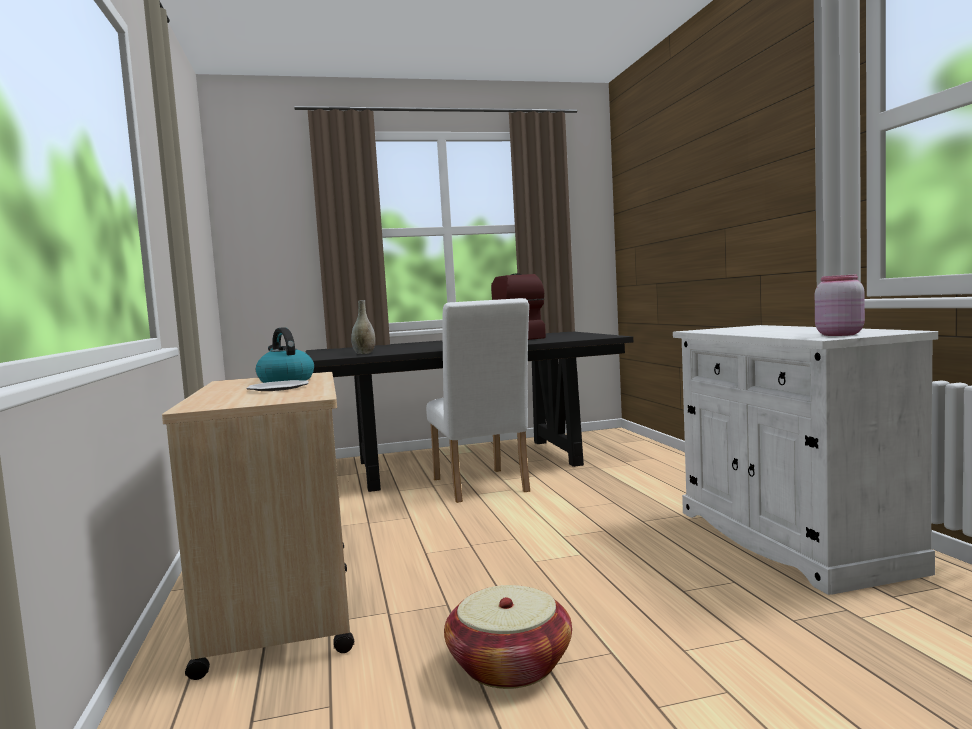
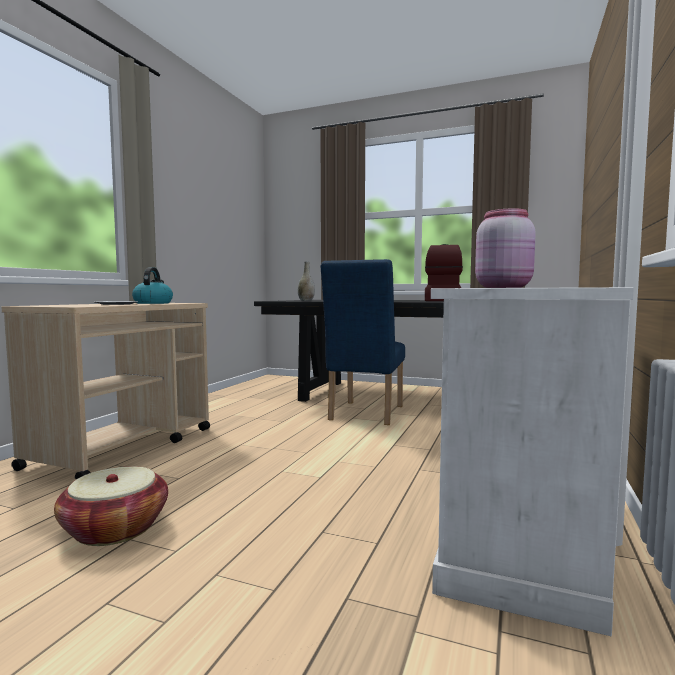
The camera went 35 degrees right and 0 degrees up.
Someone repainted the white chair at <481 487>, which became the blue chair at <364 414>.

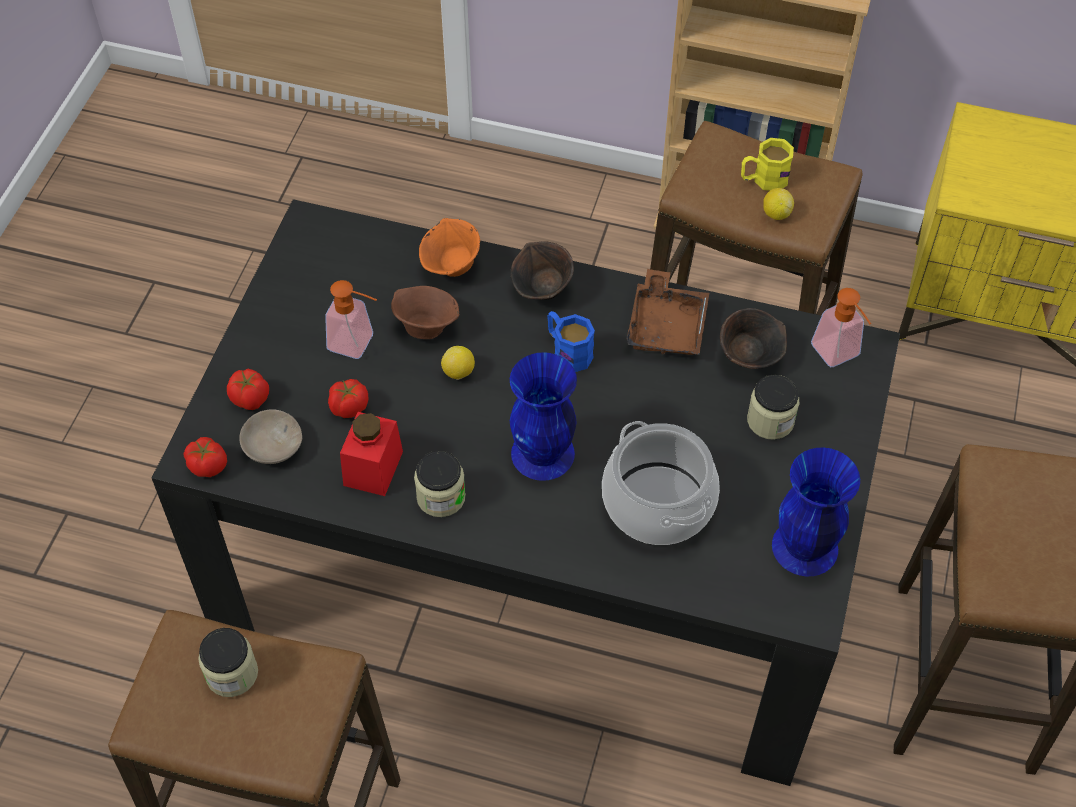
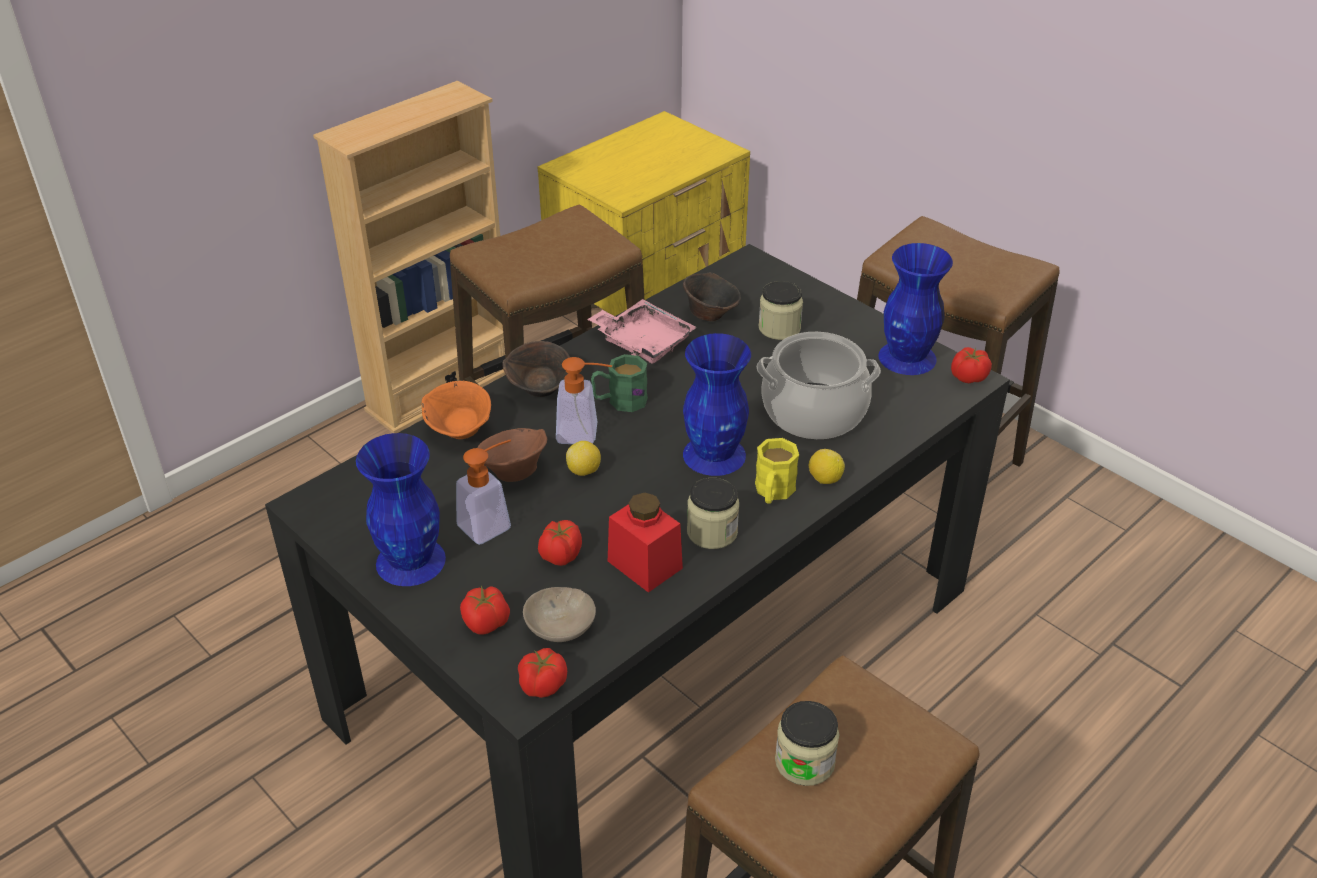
The camera went 60 degrees left and 15 degrees down.
Someone repainted the blue mug at <567 351>, which became the green mug at <619 401>.
Someone repainted the brown tray at <666 326>, which became the pink tray at <643 341>.
Someone carried the yellow mug from <763 180> to <773 492>.
Someone carried the lemon from <776 214> to <824 479>.
Someone carried the soap dispenser from <839 356> to <585 433>.
Someone put down the blue vase at <412 561>.
Someone put down the tomato at <968 378>.

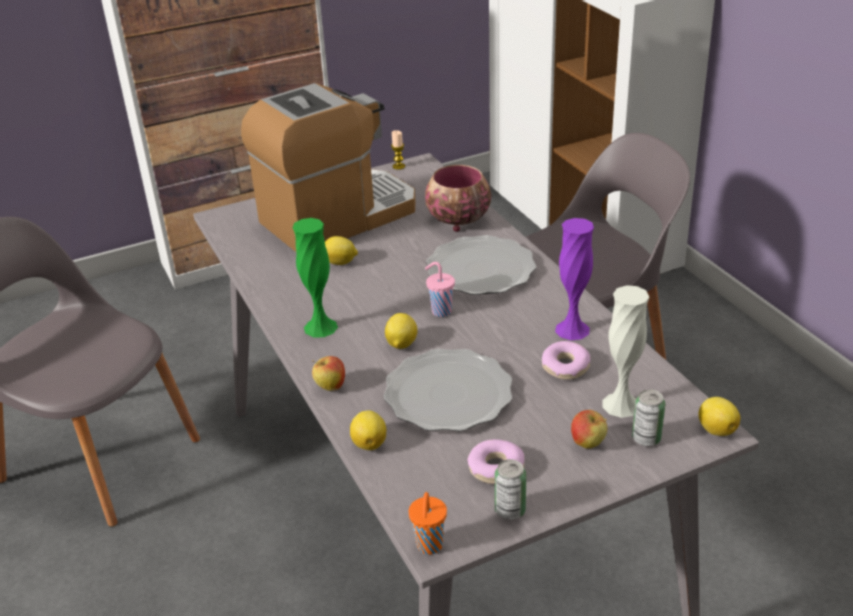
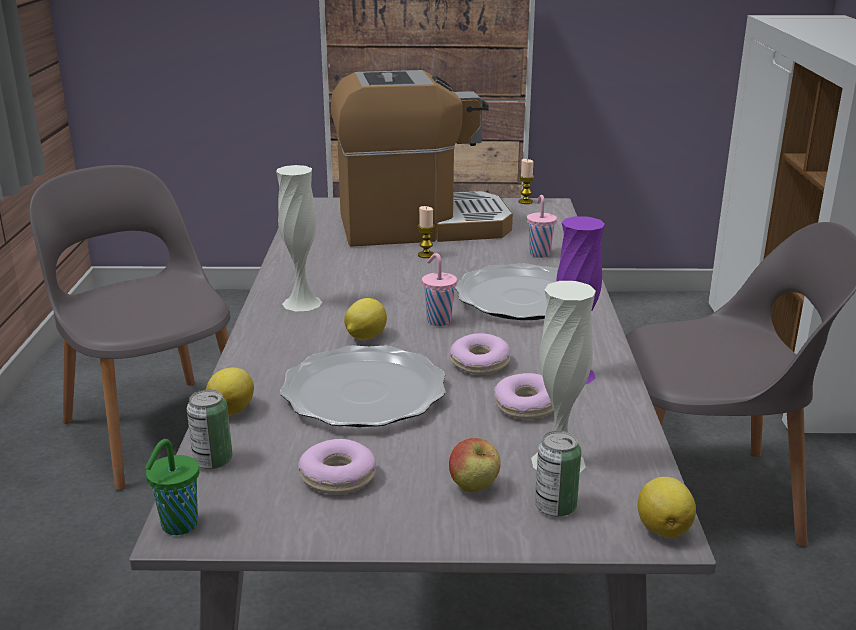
The camera went 25 degrees right and 10 degrees down.
Someone repainted the green vase at <320 327>, which became the white vase at <302 303>.
Someone took away the apple at <330 387>.
Someone took away the lemon at <340 262>.
Someone repainted the orange cup at <429 546>, which became the green cup at <178 526>.
Someone swapped the bowl at <456 221> for the pink cup at <539 253>.
Someone carried the can from <510 510> to <213 461>.
Someone put down the candle at <426 255>.
Someone put down the donut at <479 363>.

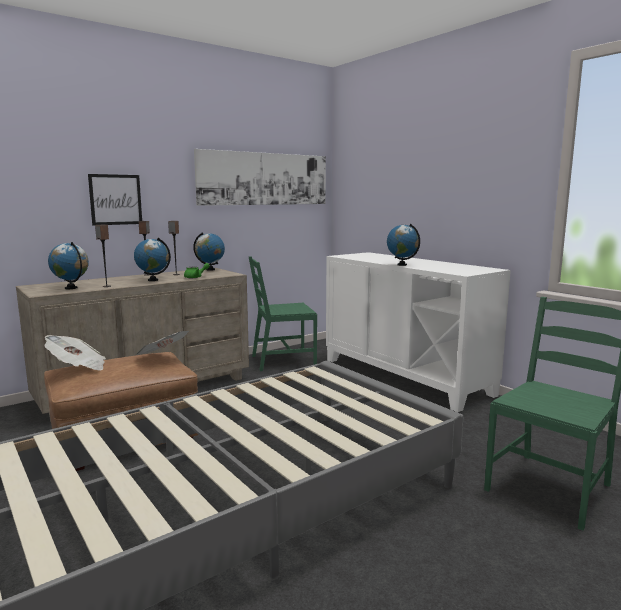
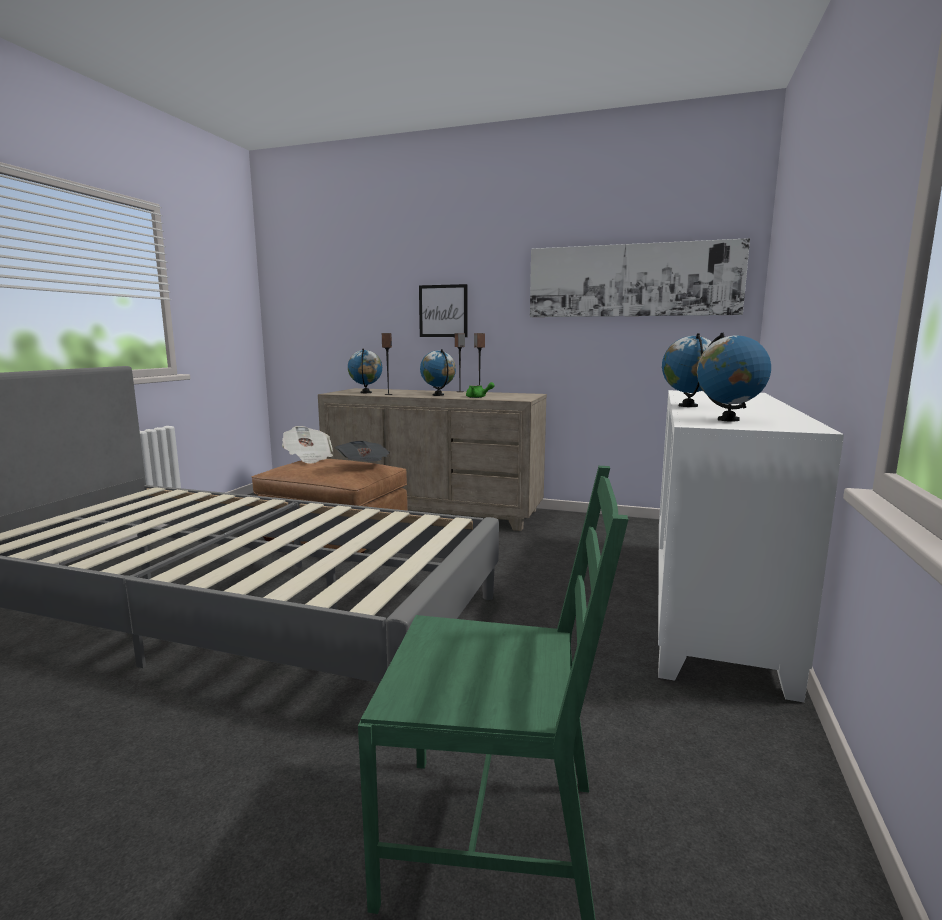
The camera went 55 degrees right and 0 degrees up.
Someone carried the globe from <210 269> to <728 420>.
Someone took away the green chair at <282 361>.

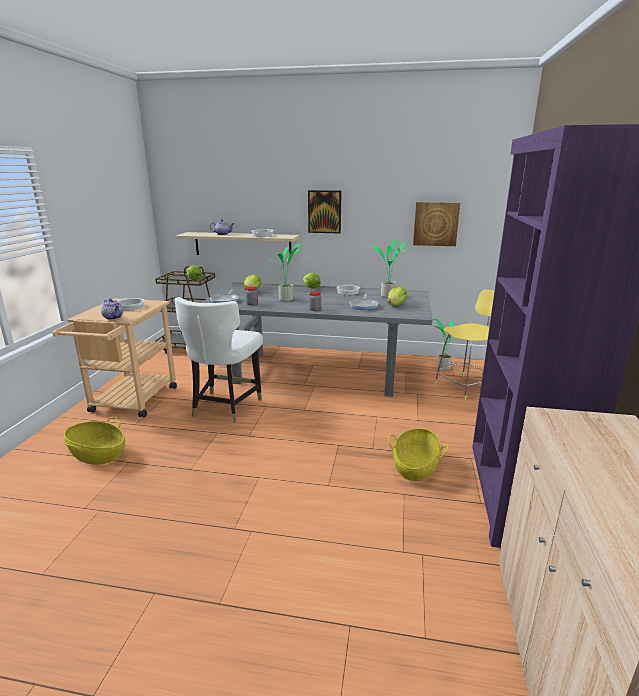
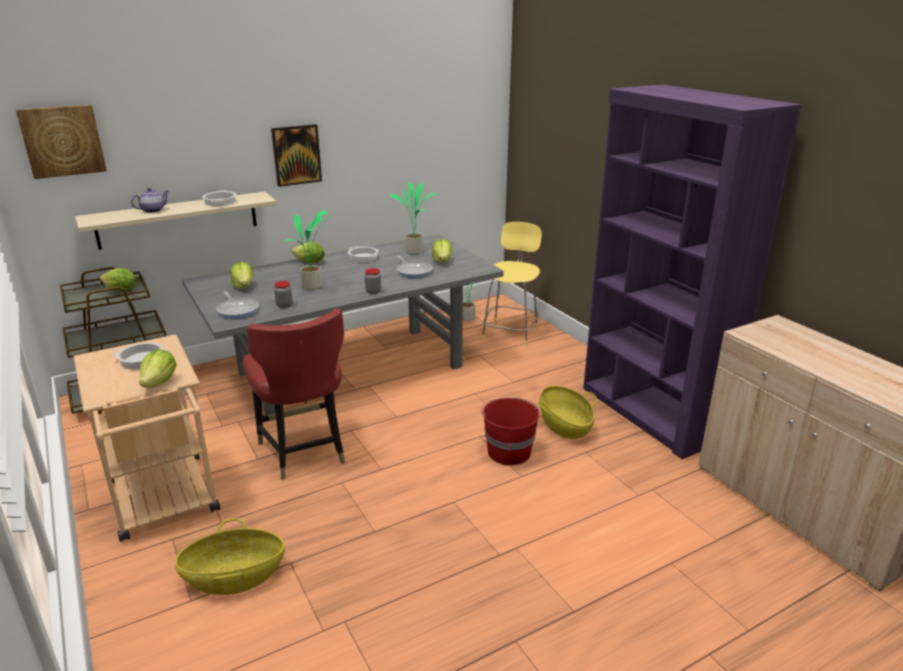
The camera went 40 degrees left and 5 degrees up.
Someone swapped the teapot at <113 317> for the lettuce at <160 382>.
Someone repainted the white chair at <225 407>, which became the red chair at <304 451>.
Someone carried the picture from <436 224> to <62 141>.
Someone put down the red bucket at <508 451>.

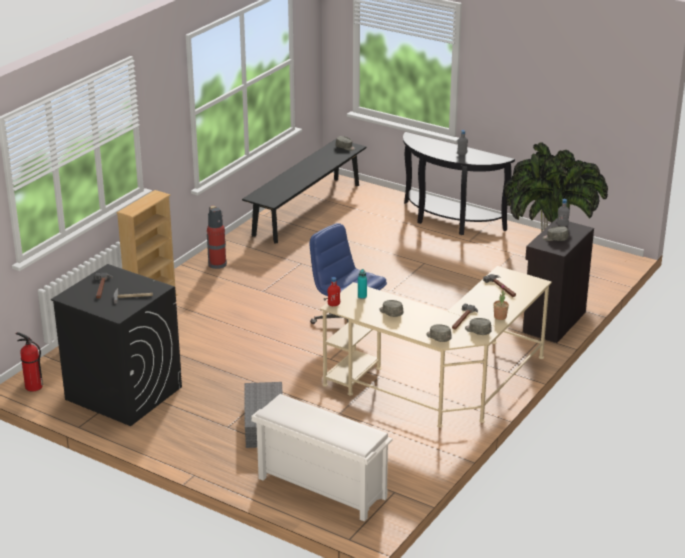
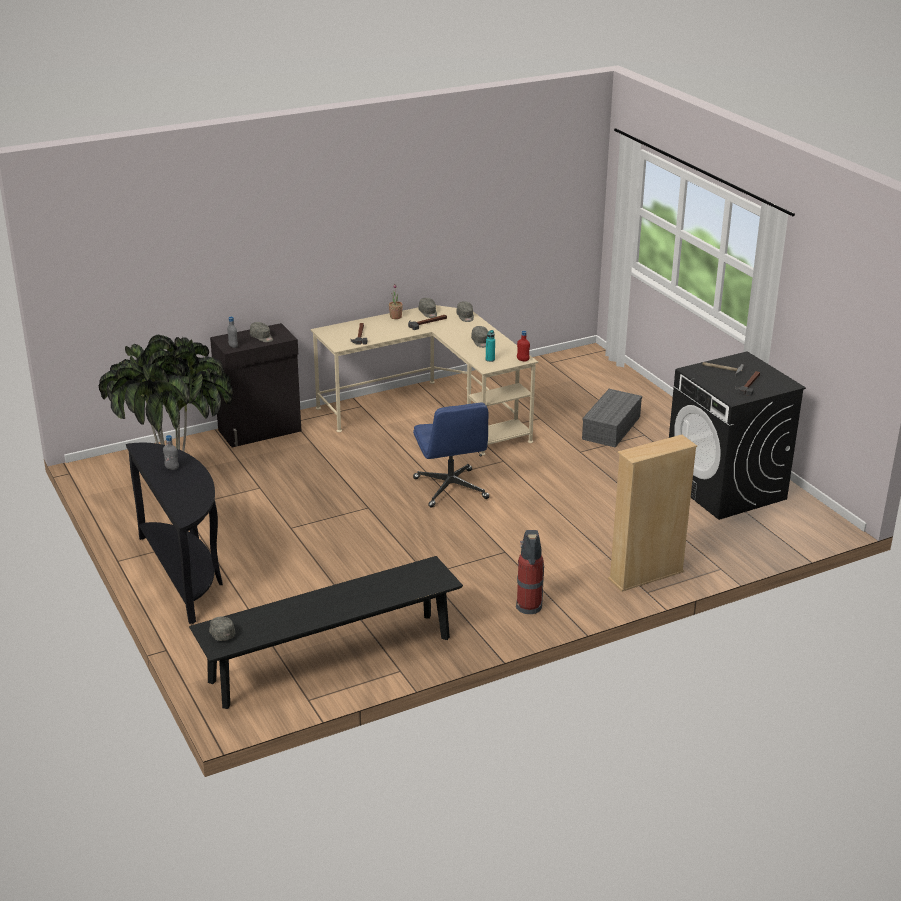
The camera went 150 degrees left and 0 degrees up.
Someone took away the fire extinguisher at <33 386>.
Someone took away the white shoe rack at <320 488>.

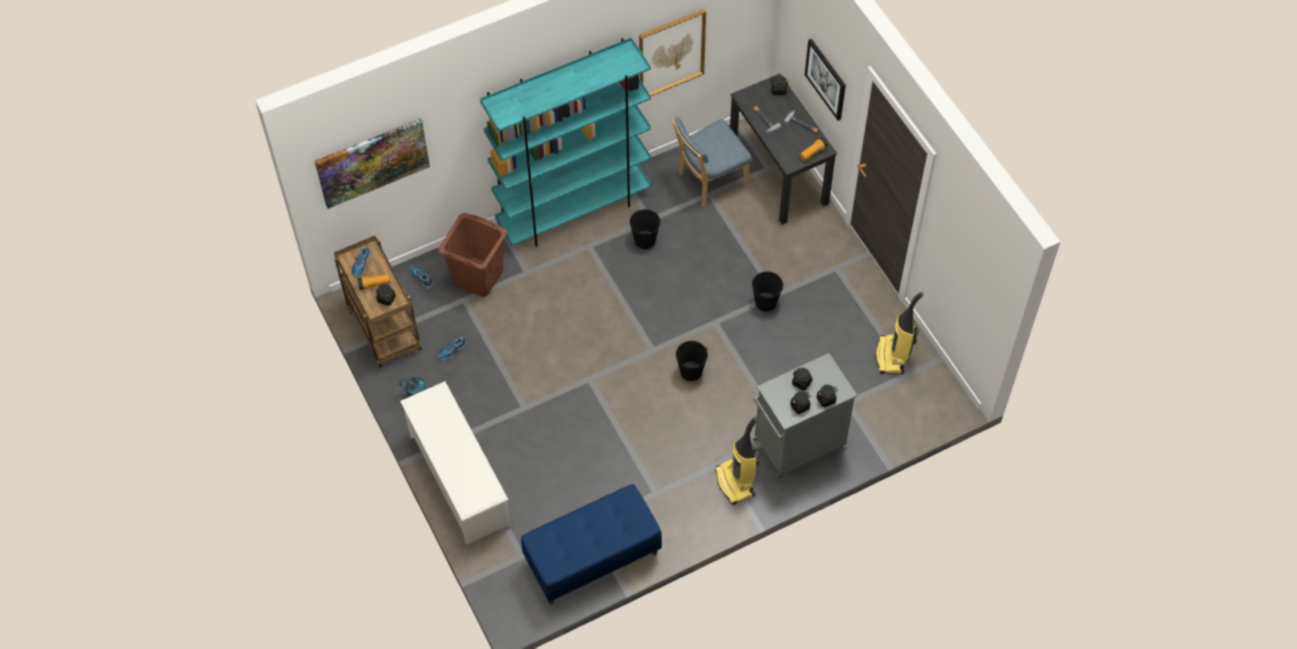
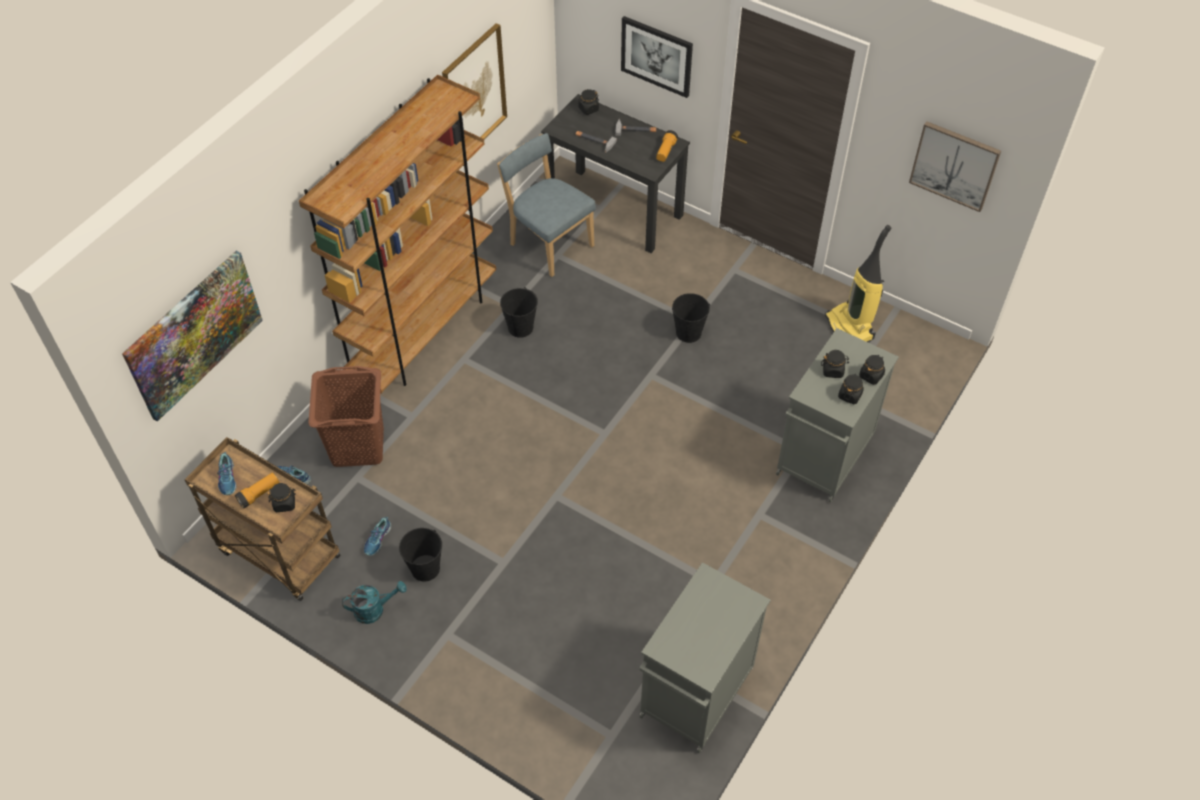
The camera went 30 degrees left and 5 degrees down.
Someone took away the white shoe rack at <459 479>.
Someone repainted the turquoise bookcase at <574 211>, which became the brown bookcase at <424 331>.
Someone swapped the blue bench at <592 558> for the grey cabinet at <695 694>.
Someone rotated the blue chair at <709 181> by 105 degrees clockwise.
Someone carried the black bucket from <691 371> to <425 568>.
Someone took away the vacuum cleaner at <736 483>.
Someone put up the picture at <954 165>.

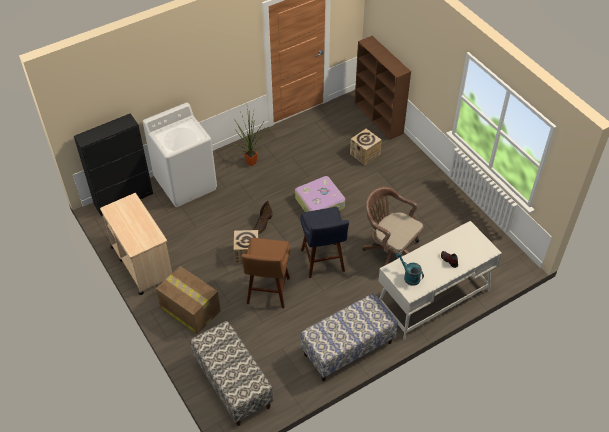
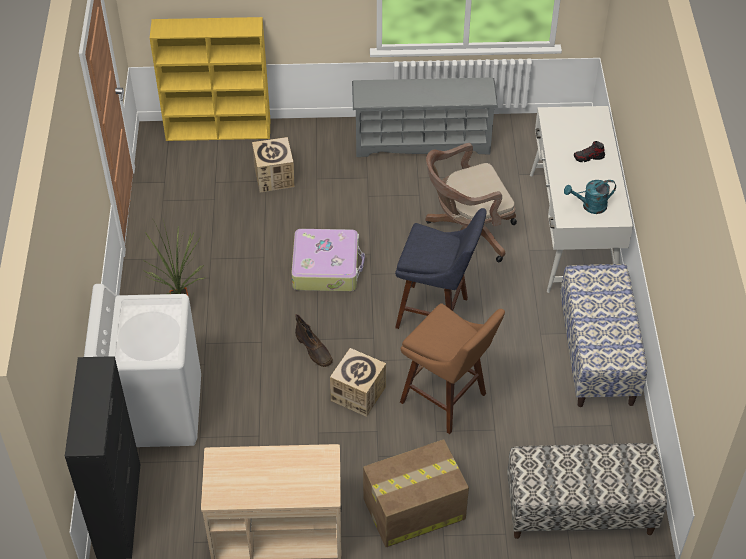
The camera went 60 degrees left and 0 degrees up.
Someone repainted the brown bookcase at <379 118>, which became the yellow bookcase at <219 130>.
Someone put down the grey shoe rack at <422 141>.

